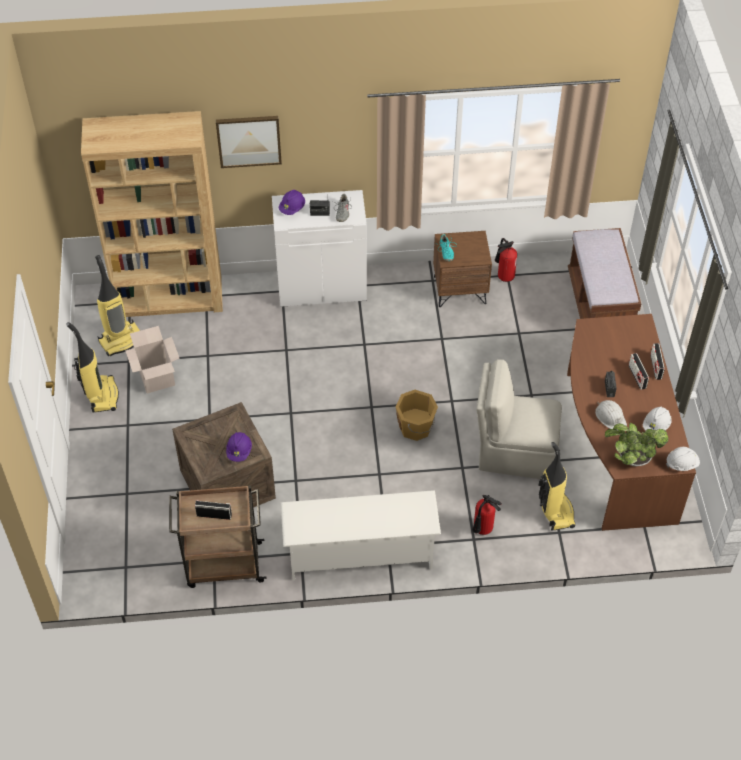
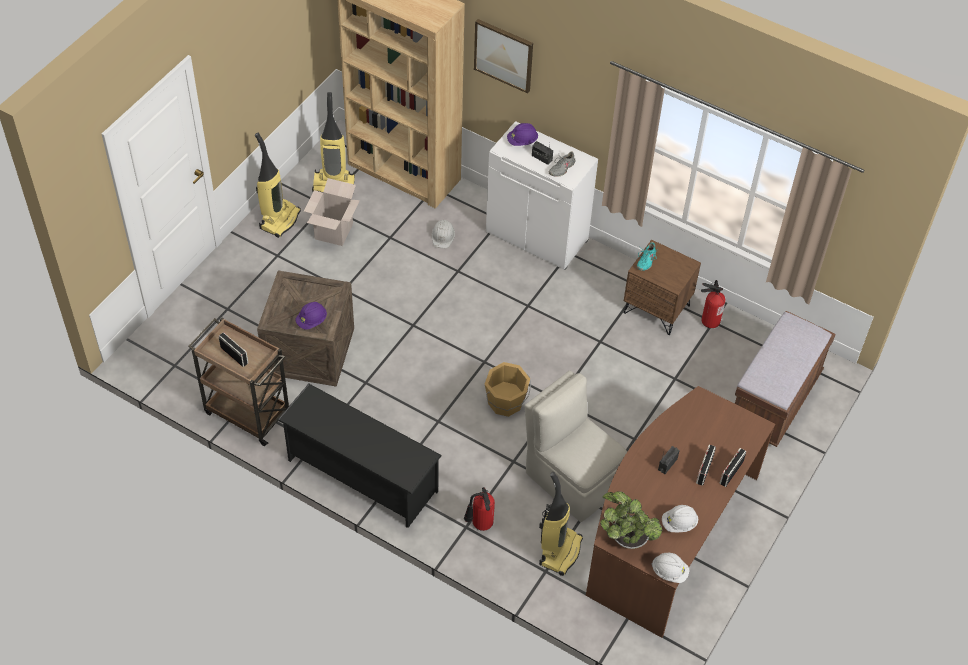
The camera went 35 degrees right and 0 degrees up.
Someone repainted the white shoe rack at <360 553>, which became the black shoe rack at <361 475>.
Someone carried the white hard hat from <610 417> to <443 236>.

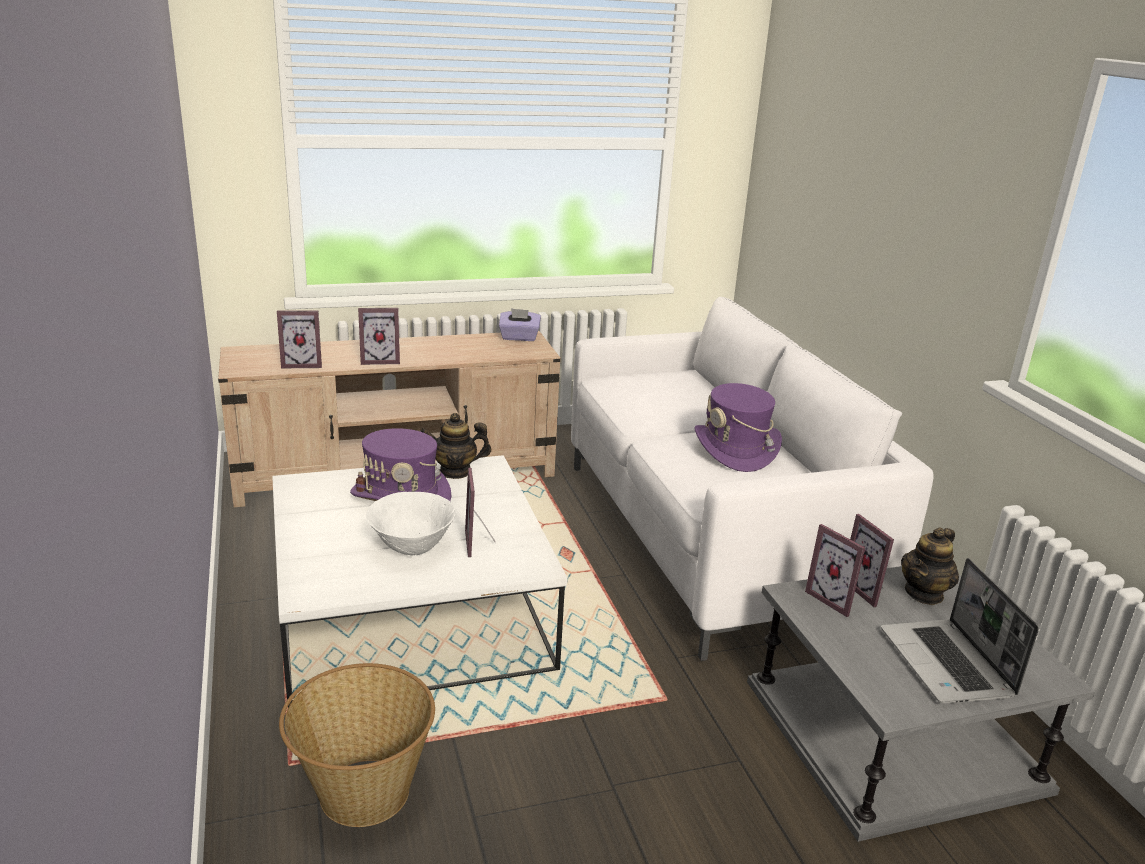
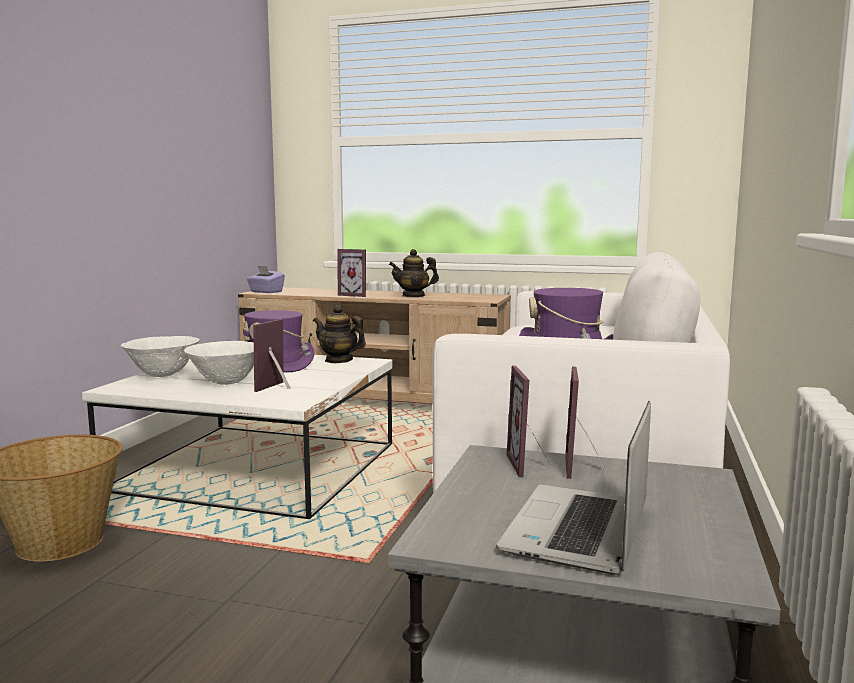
The camera went 35 degrees right and 15 degrees down.
Someone took away the picture frame at <302 364>.
Someone carried the purple tissue box from <519 337> to <266 292>.
Someone carried the teapot from <924 593> to <413 296>.
Someone put down the white bowl at <163 375>.

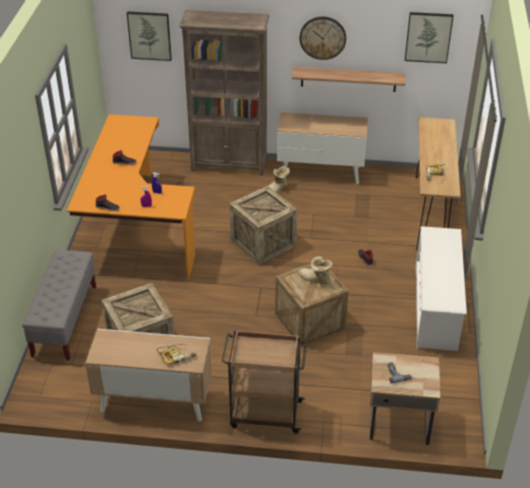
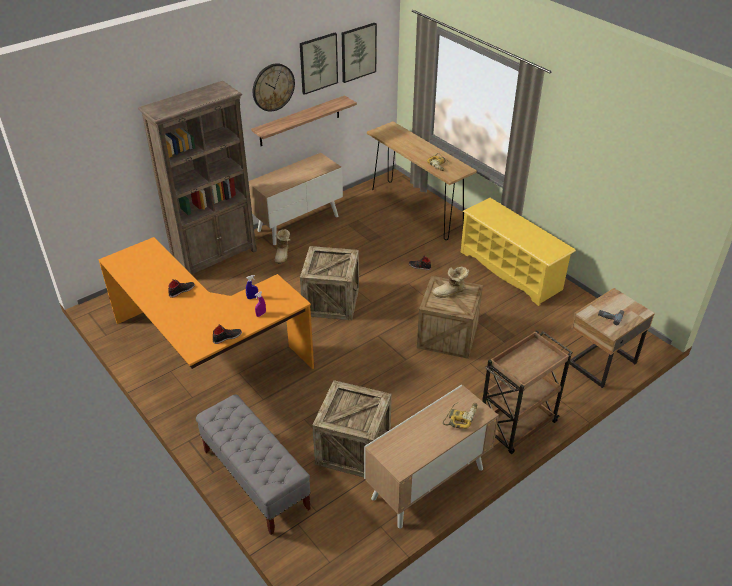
The camera went 45 degrees left and 0 degrees up.
Someone carried the picture from <149 35> to <318 63>.
Someone repainted the white shoe rack at <435 308>, which became the yellow shoe rack at <511 271>.

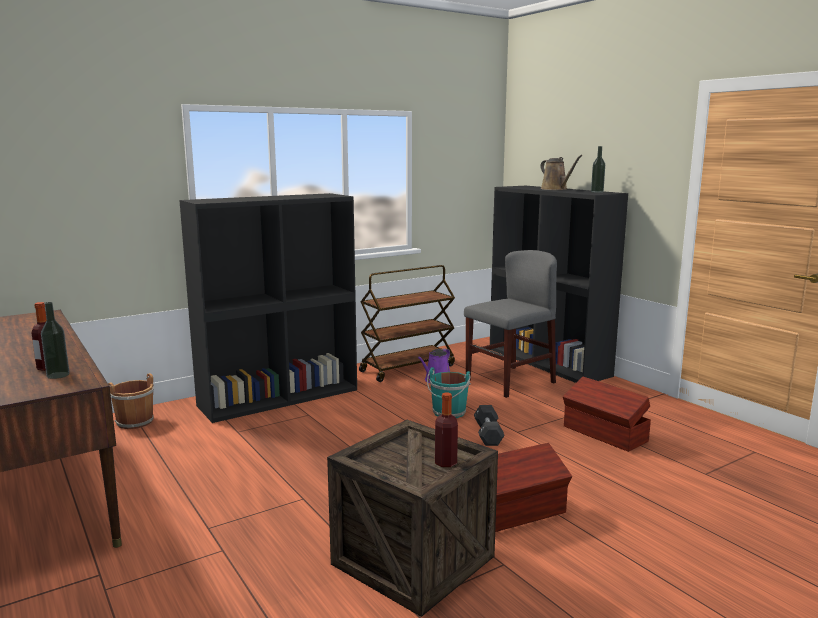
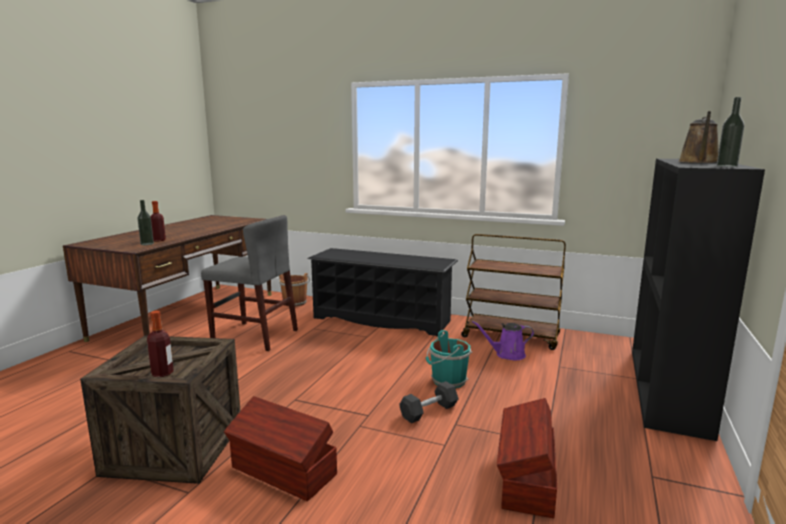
The camera went 55 degrees right and 0 degrees up.
Someone swapped the black bookcase at <280 397> for the black shoe rack at <382 319>.
Someone carried the grey chair from <510 381> to <255 336>.

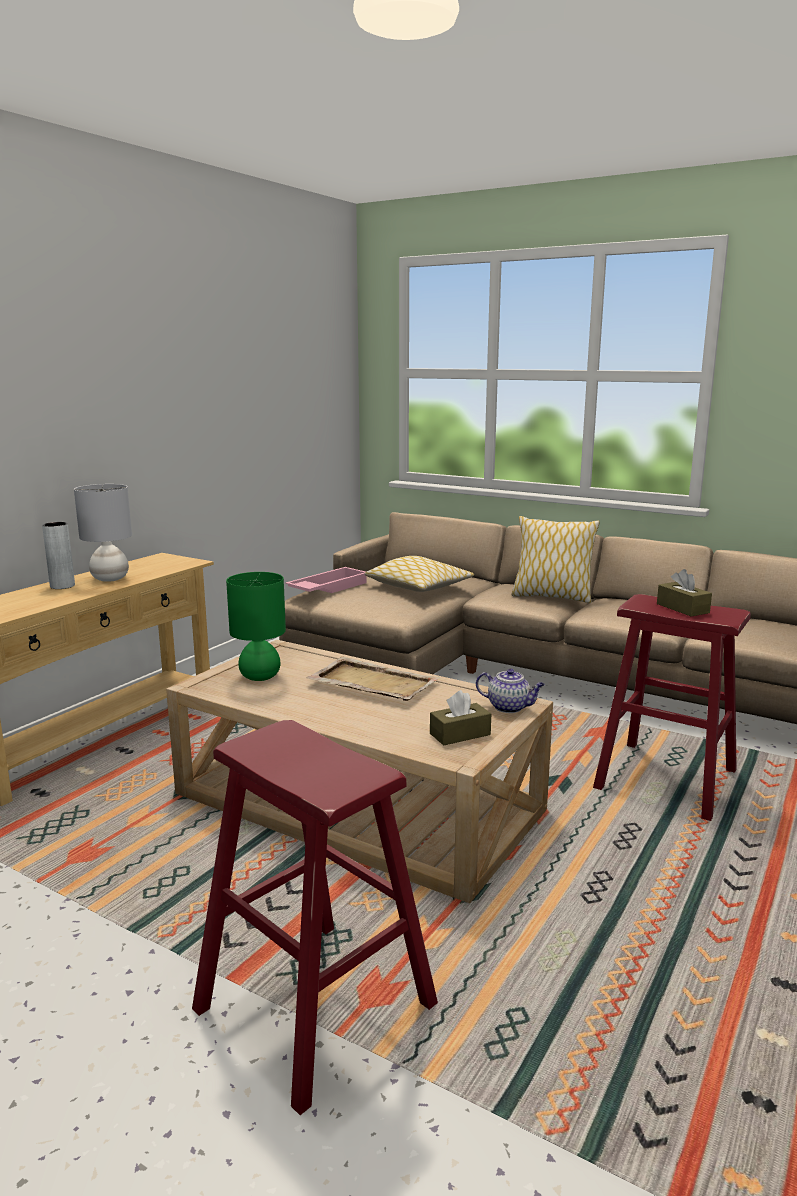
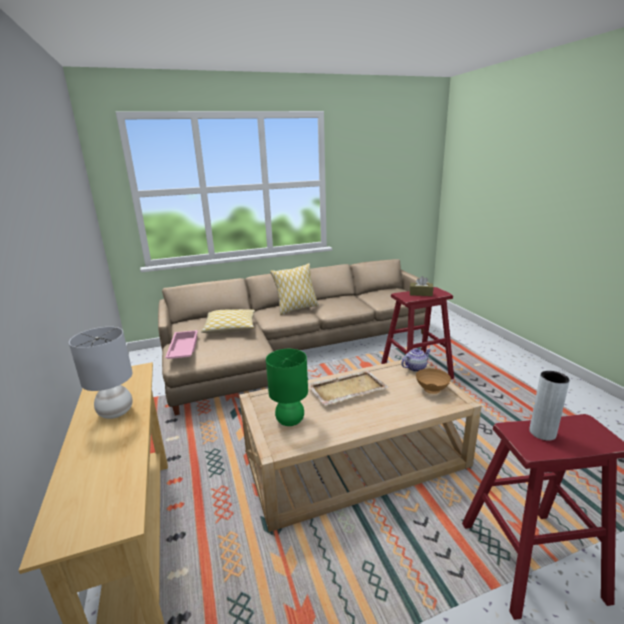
The camera went 50 degrees left and 5 degrees up.
Someone carried the grey vase from <62 586> to <542 433>.
Someone swapped the brown tissue box at <460 734> for the brown bowl at <432 390>.

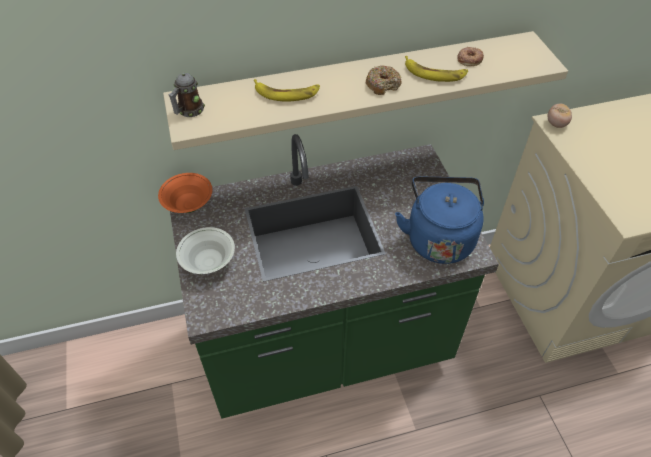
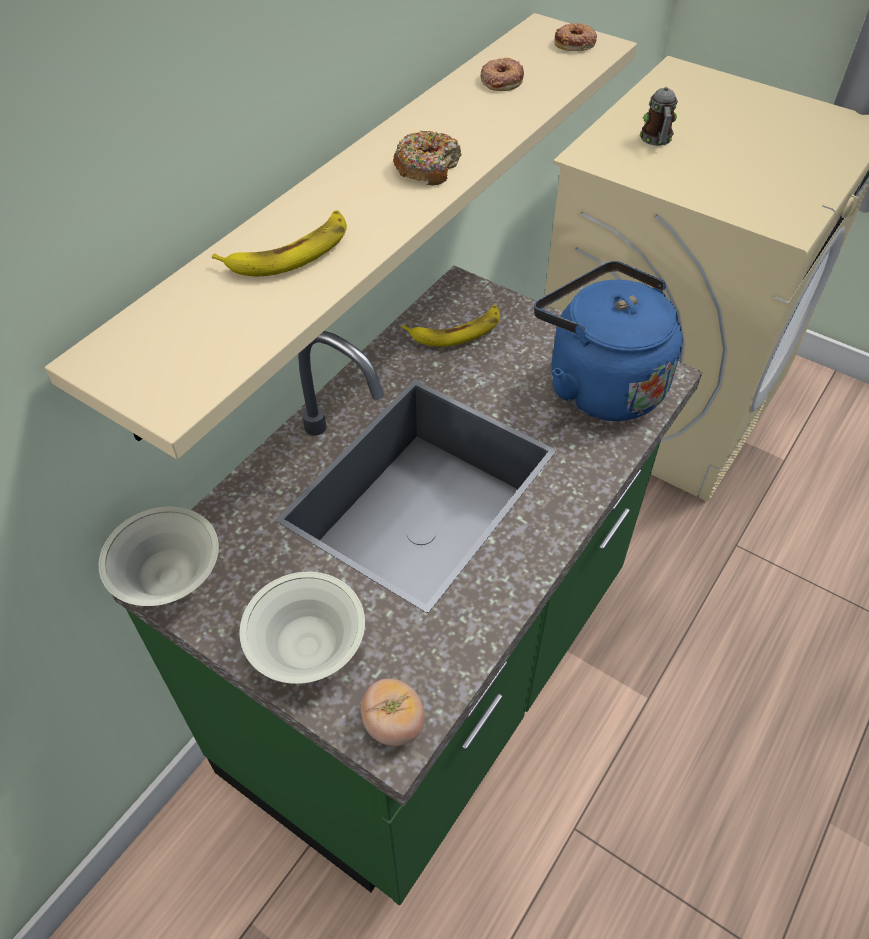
The camera went 40 degrees left and 0 degrees up.
Someone repainted the orange bowl at <189 205>, which became the white bowl at <169 578>.
Someone carried the mug from <188 111> to <656 140>.
Someone carried the banana from <434 73> to <456 330>.
Someone carried the tomato from <556 124> to <393 724>.
Someone put down the donut at <575 43>.

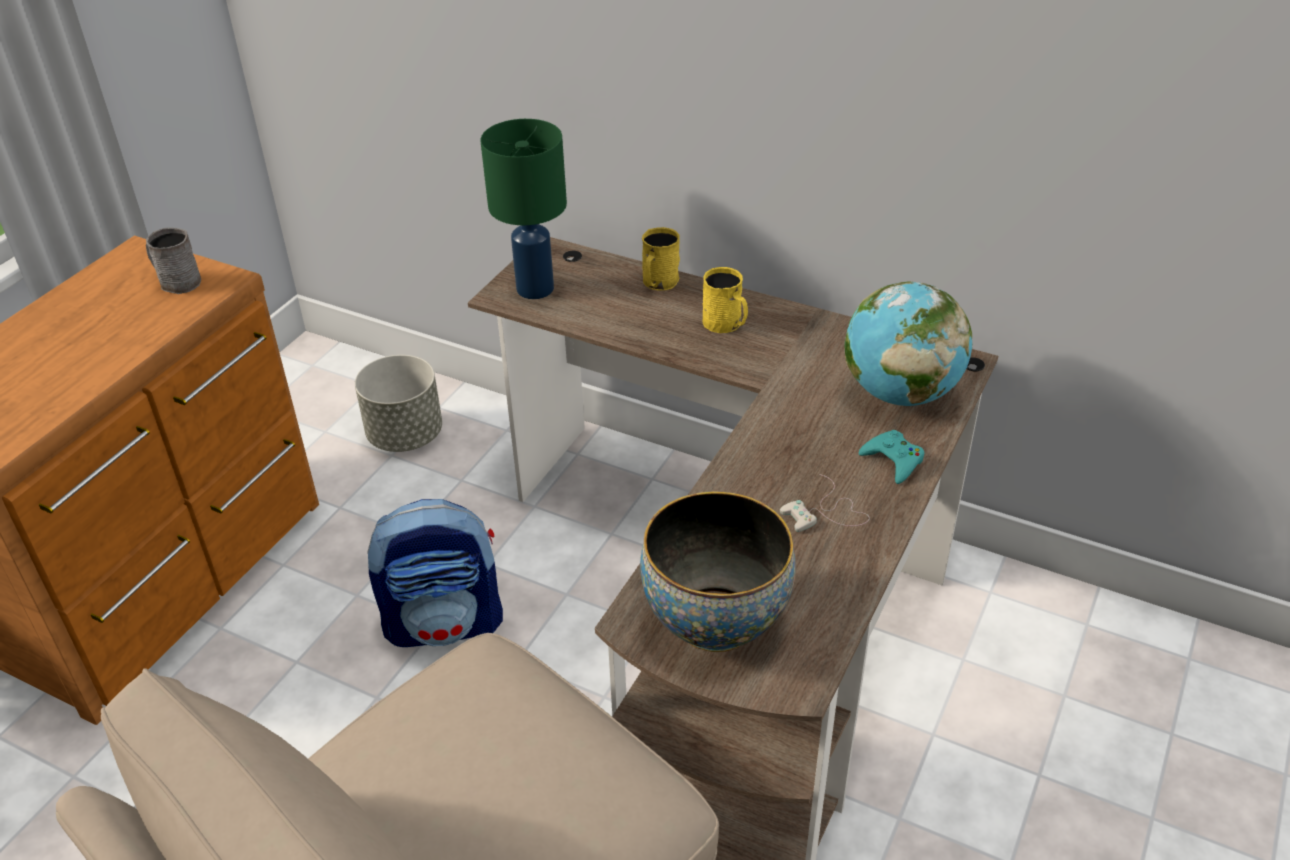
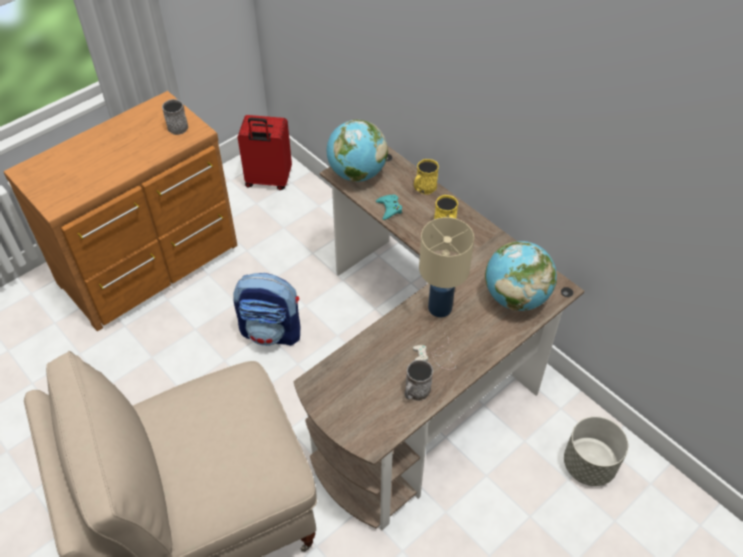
The camera went 20 degrees right and 10 degrees up.
Someone carried the grey planter from <406 435> to <589 464>.
Someone swapped the green table lamp at <534 289> for the globe at <357 174>.
Someone took away the bowl at <715 621>.
Someone carried the turquoise game controller from <893 461> to <389 209>.
Someone put down the red suitcase at <268 181>.
Someone put down the grey mug at <415 392>.
Someone put down the beige table lamp at <440 308>.

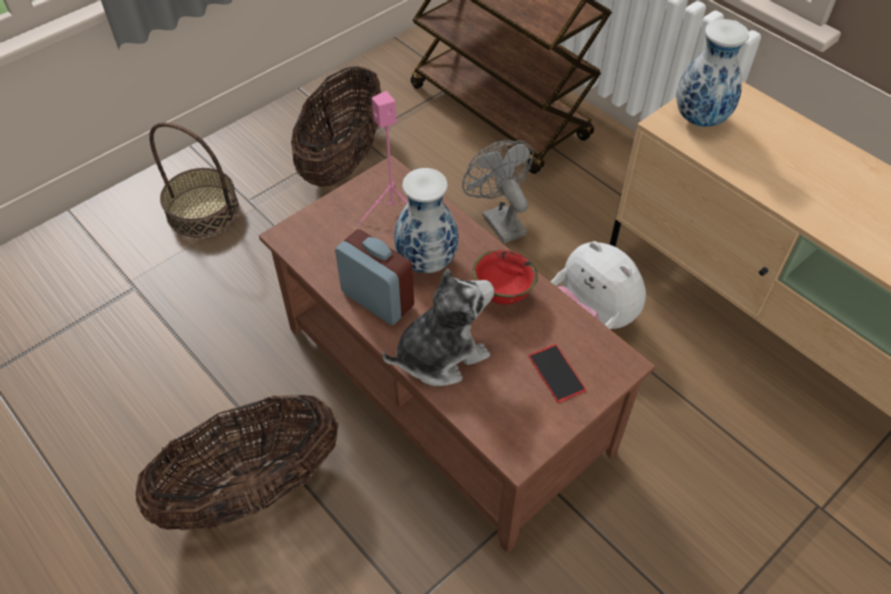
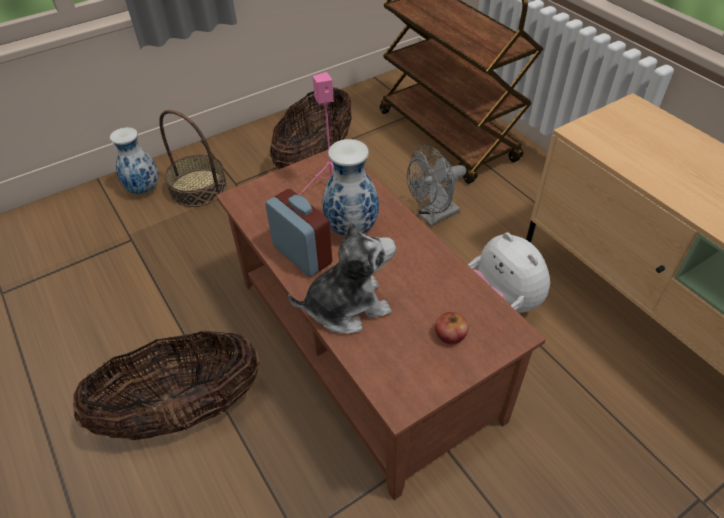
The camera went 10 degrees right and 5 degrees down.
Someone rotated the grey fan at <499 220> by 105 degrees counterclockwise.
Someone took away the red bowl at <501 294>.
Someone swapped the phone at <556 373> for the apple at <450 334>.
Someone carried the vase from <700 119> to <144 189>.

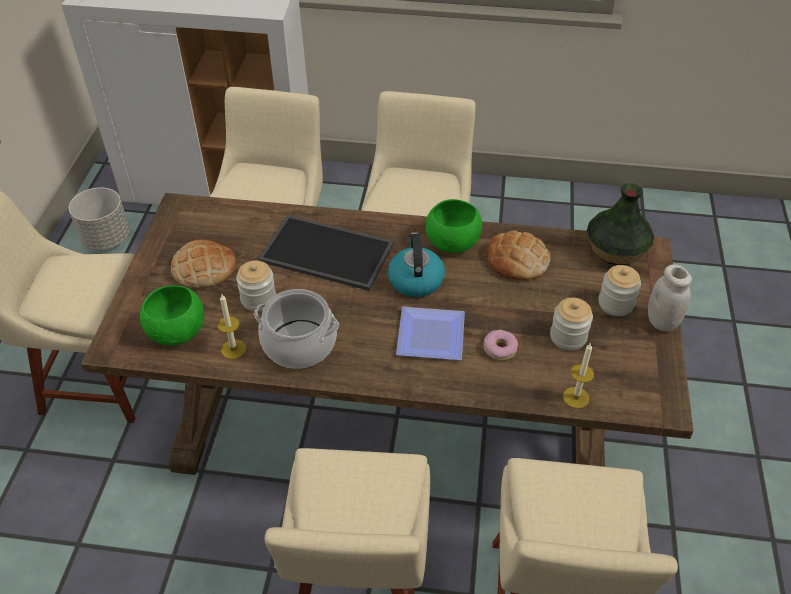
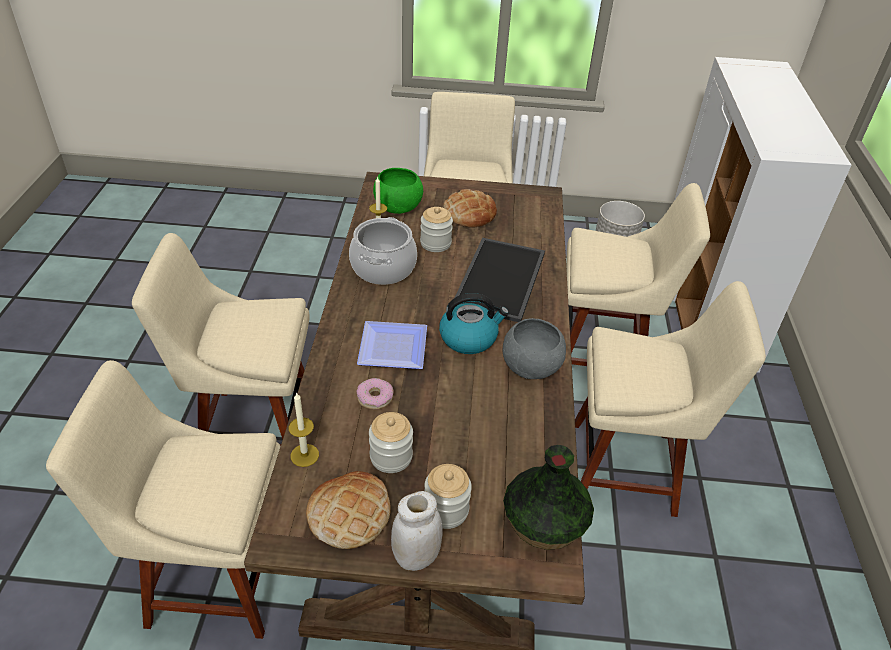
The camera went 85 degrees right and 5 degrees down.
Someone repainted the green bowl at <453 242>, which became the grey bowl at <531 367>.
Someone carried the bread from <517 260> to <349 514>.

